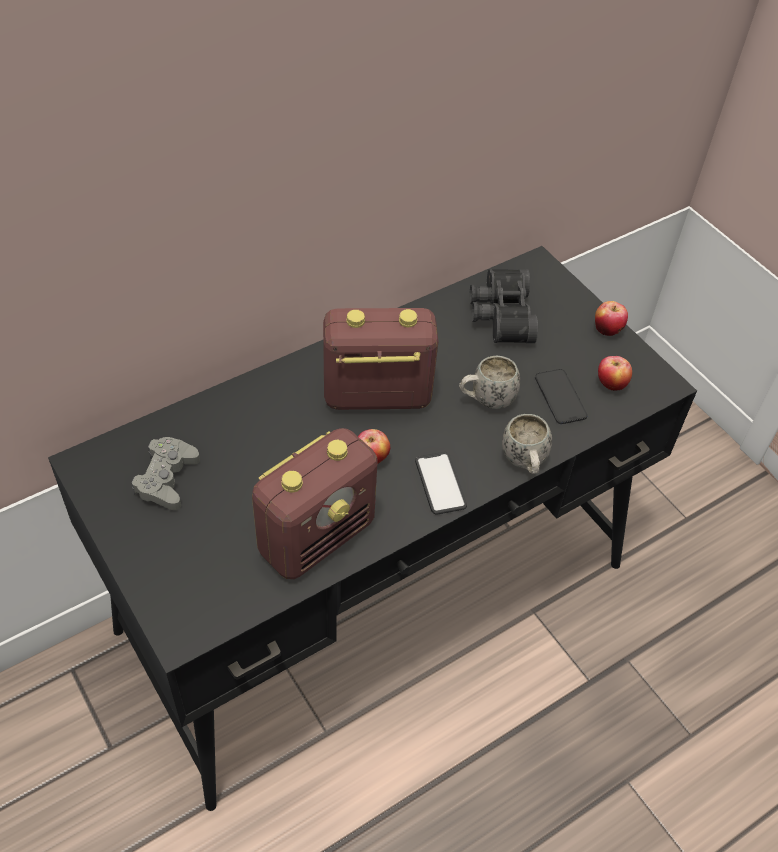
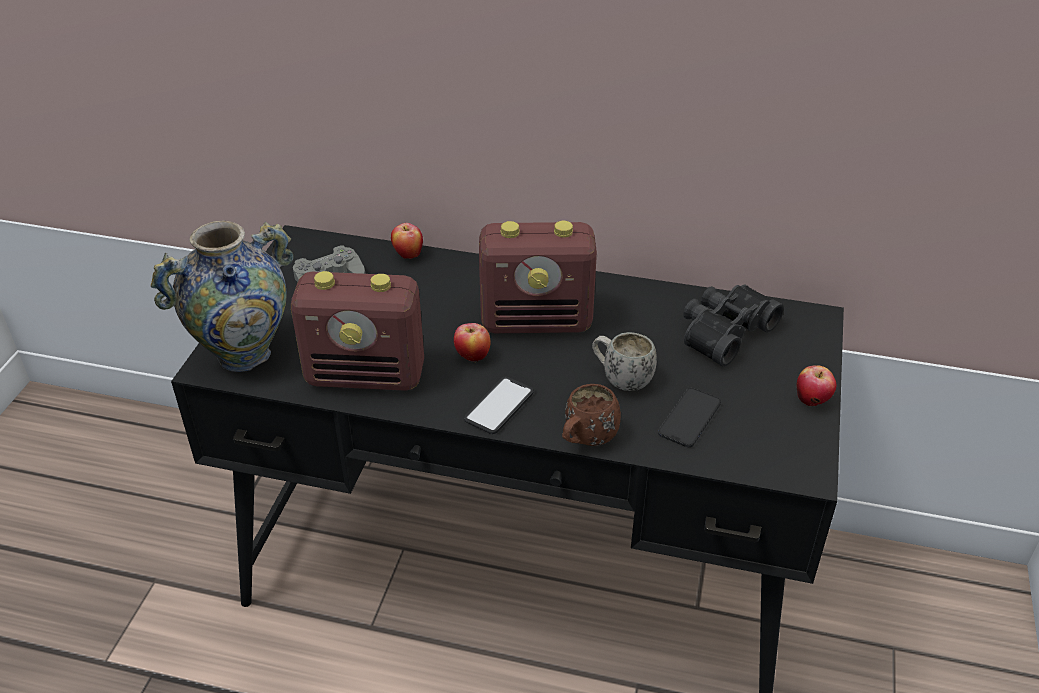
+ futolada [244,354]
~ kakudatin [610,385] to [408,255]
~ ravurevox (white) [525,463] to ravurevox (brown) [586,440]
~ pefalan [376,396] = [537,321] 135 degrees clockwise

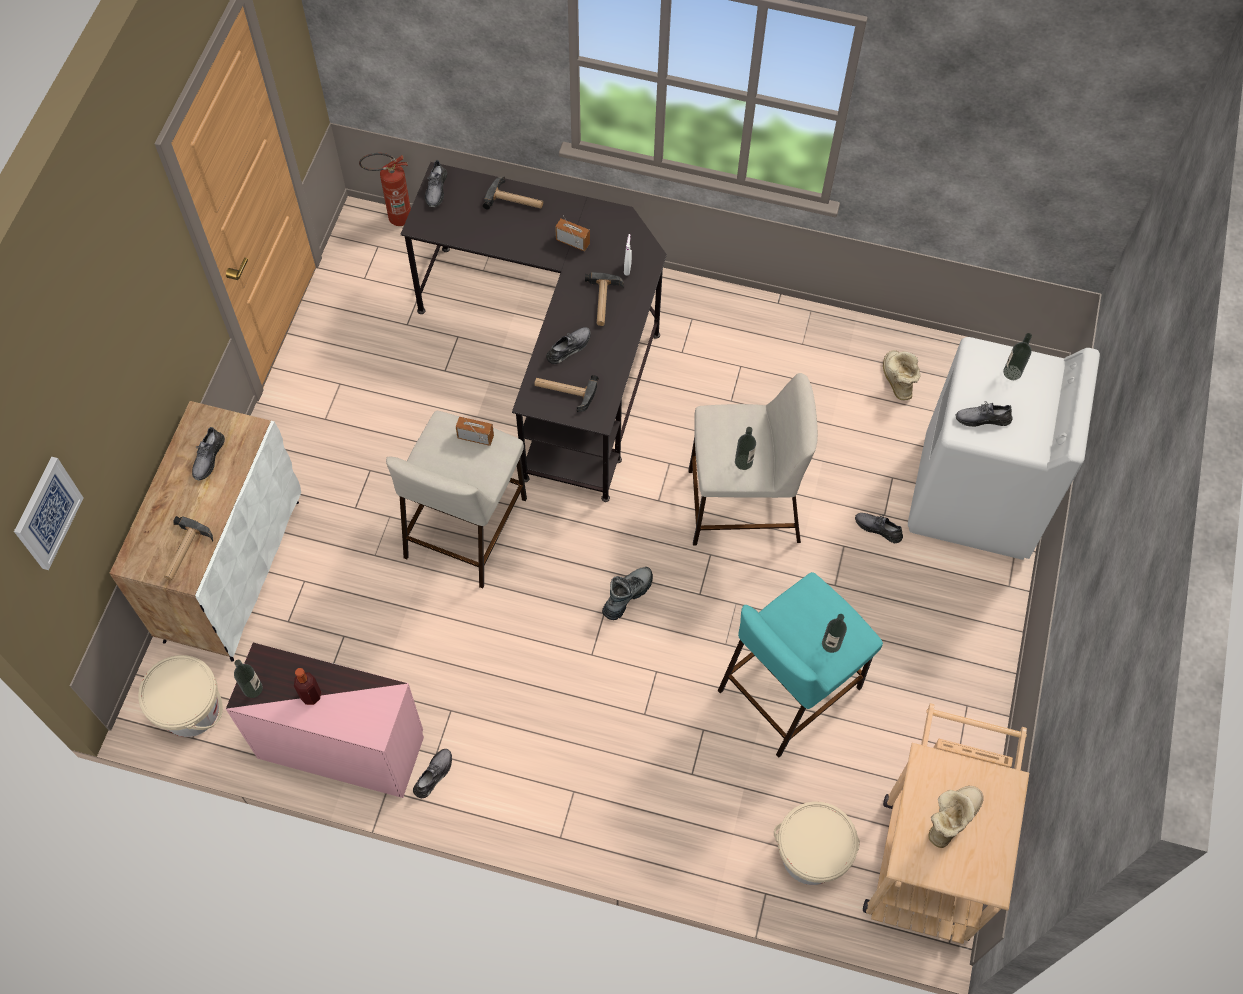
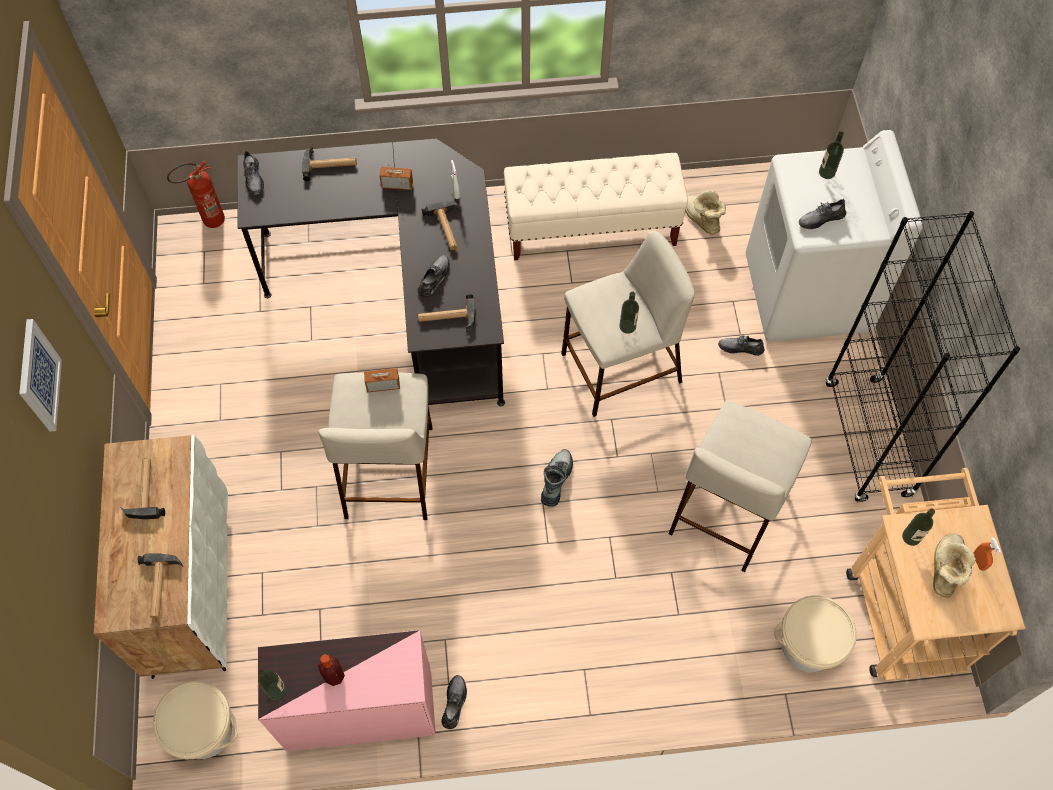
+ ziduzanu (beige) [592,229]
+ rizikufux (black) [867,440]
+ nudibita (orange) [978,561]
~ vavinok [47,513] to [38,376]
~ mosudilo [831,644] to [911,537]
~ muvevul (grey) [208,458] to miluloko [145,490]
~ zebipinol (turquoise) [790,687] to zebipinol (beige) [728,508]

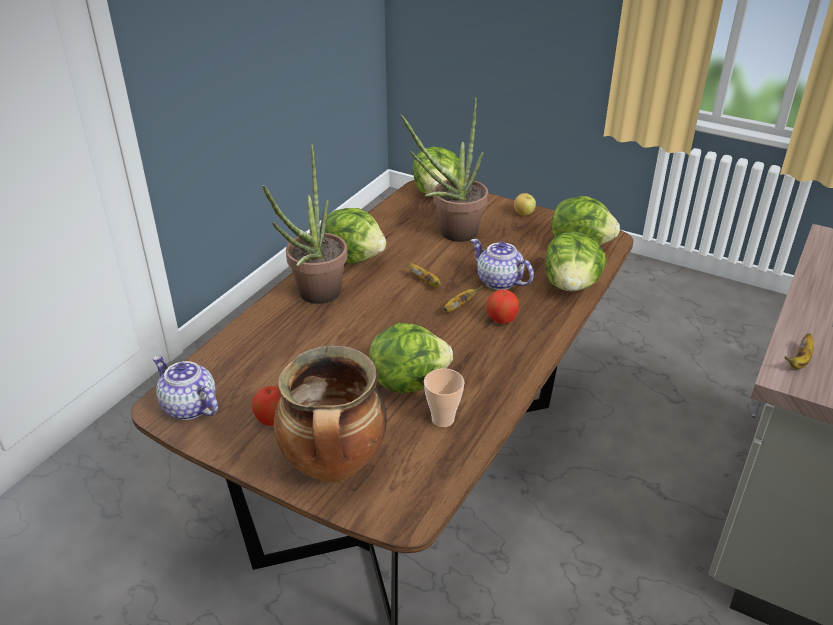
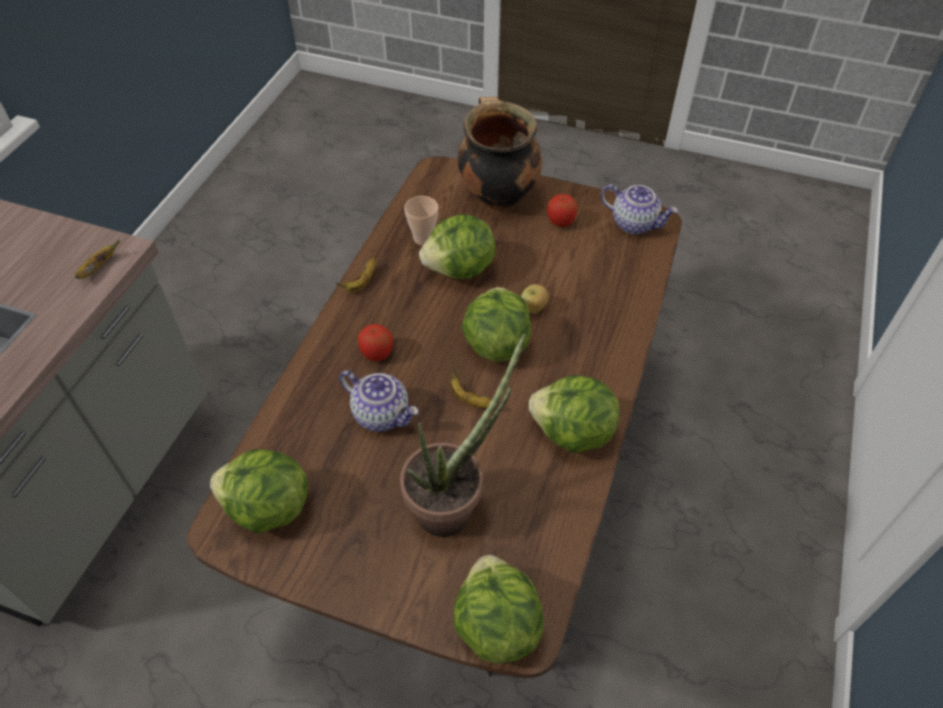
- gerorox [314,297]
~ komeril [459,307] to [361,283]
~ kakudatin [523,214] to [533,308]
~ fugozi [571,285] to [496,343]

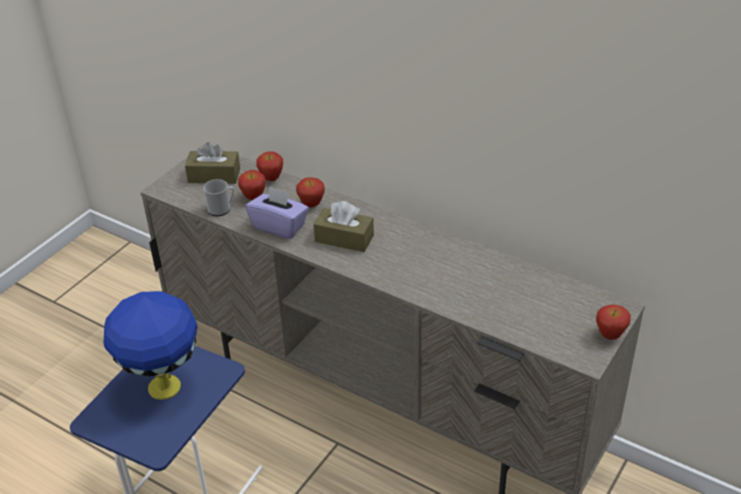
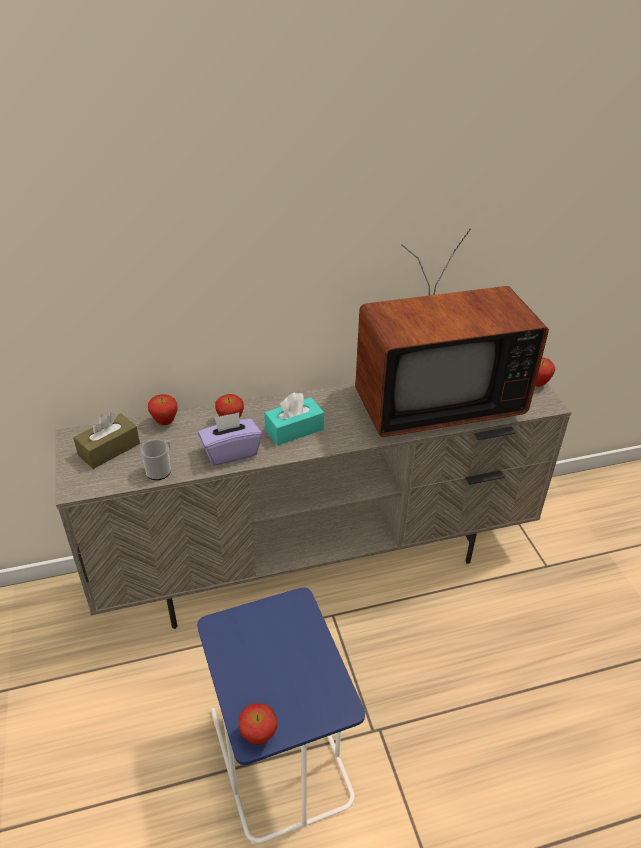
- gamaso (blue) [163,389]
+ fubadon [432,402]
~ kakudatin [253,198] to [258,736]
~ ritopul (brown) [344,238] to ritopul (turquoise) [294,429]

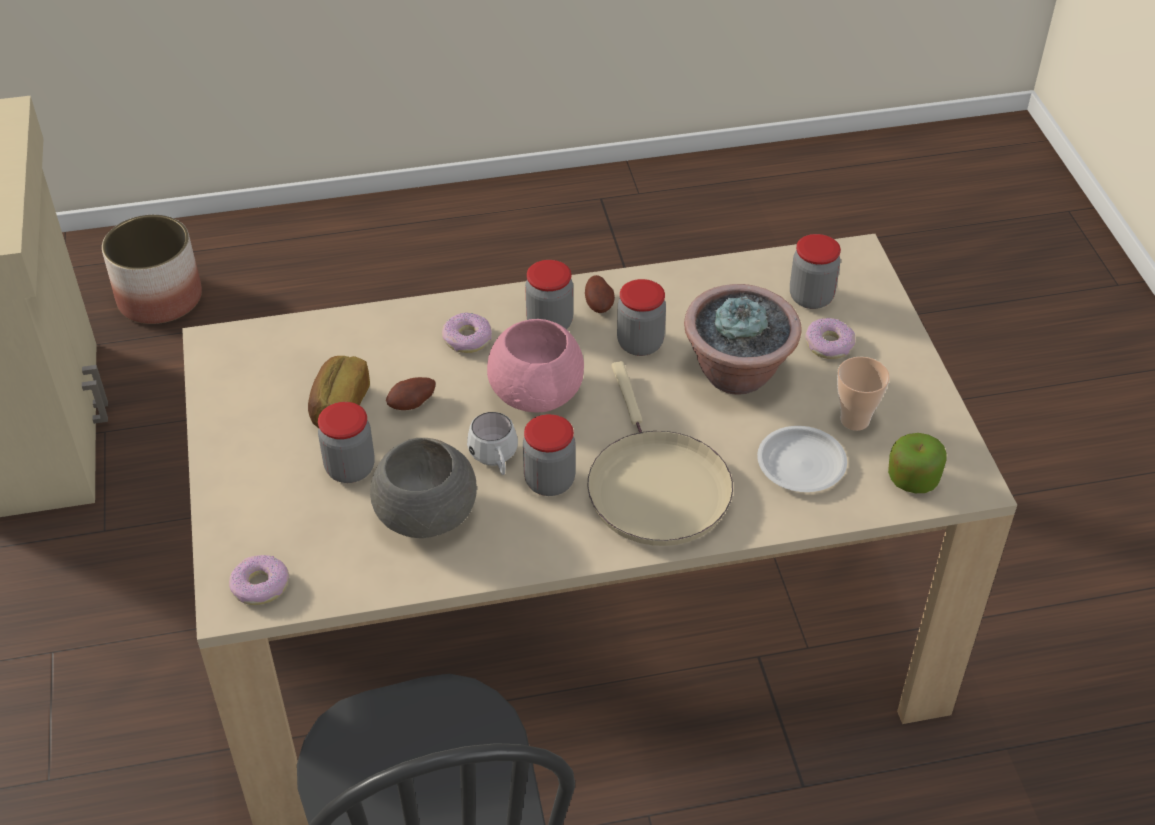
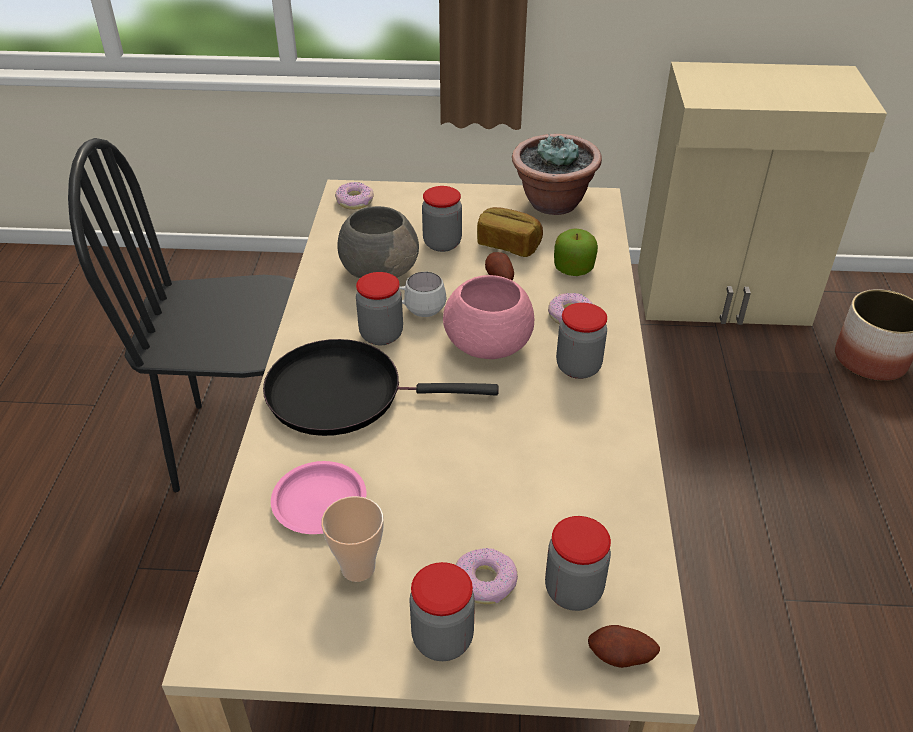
~ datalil [599,305] to [621,658]
~ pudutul [640,344] to [442,639]
~ gerorox [738,374] to [553,203]
~ kakudatin [913,479] to [573,268]
~ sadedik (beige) [655,486] to sadedik (black) [344,393]
~ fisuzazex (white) [801,464] to fisuzazex (pink) [318,502]

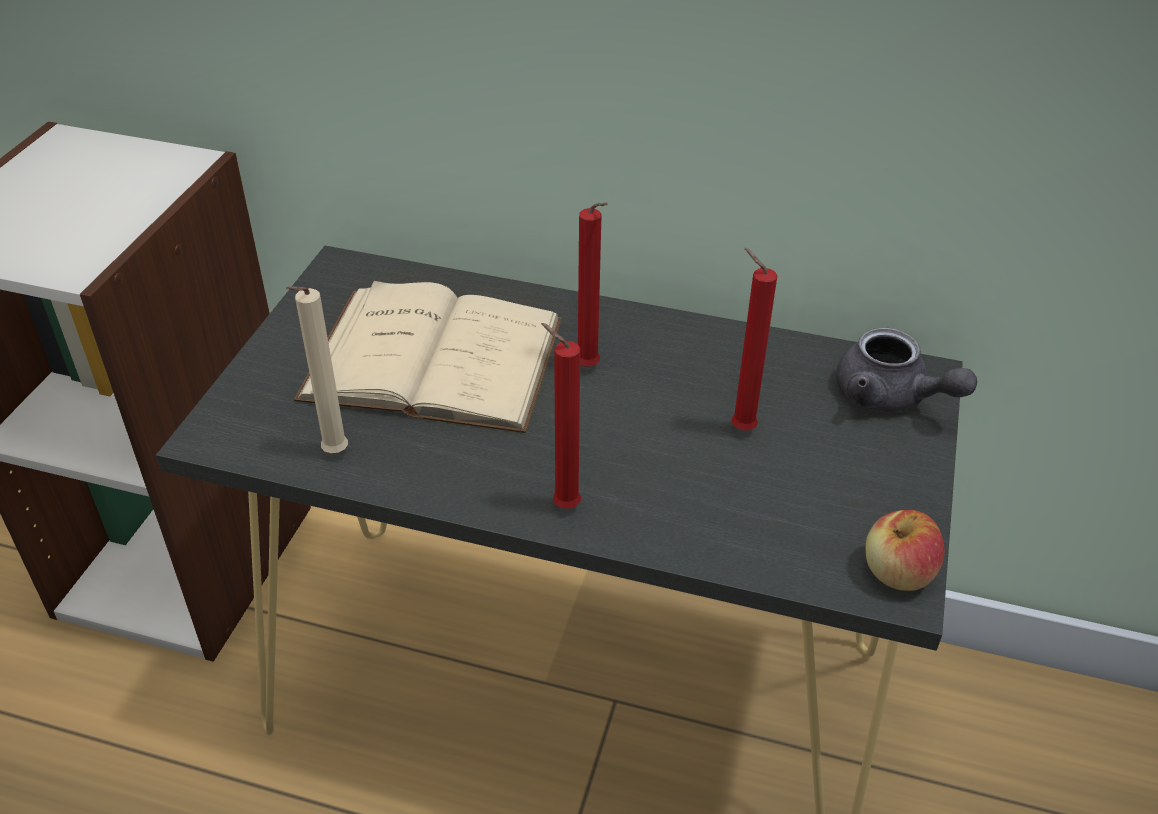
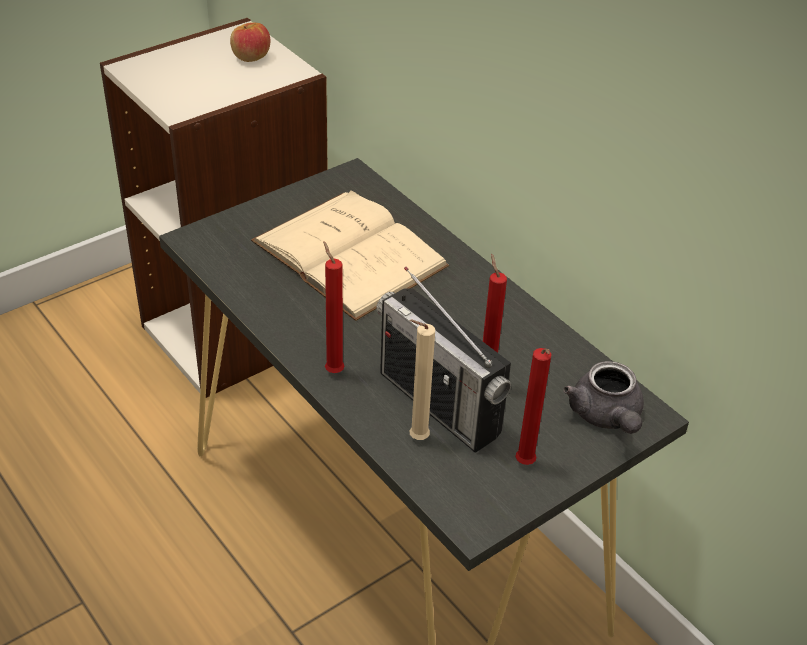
+ pefalan [439,403]
~ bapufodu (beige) [332,455] to [415,439]
~ bapufodu (red) [590,368] to [525,465]
~ kakudatin [898,572] to [250,57]

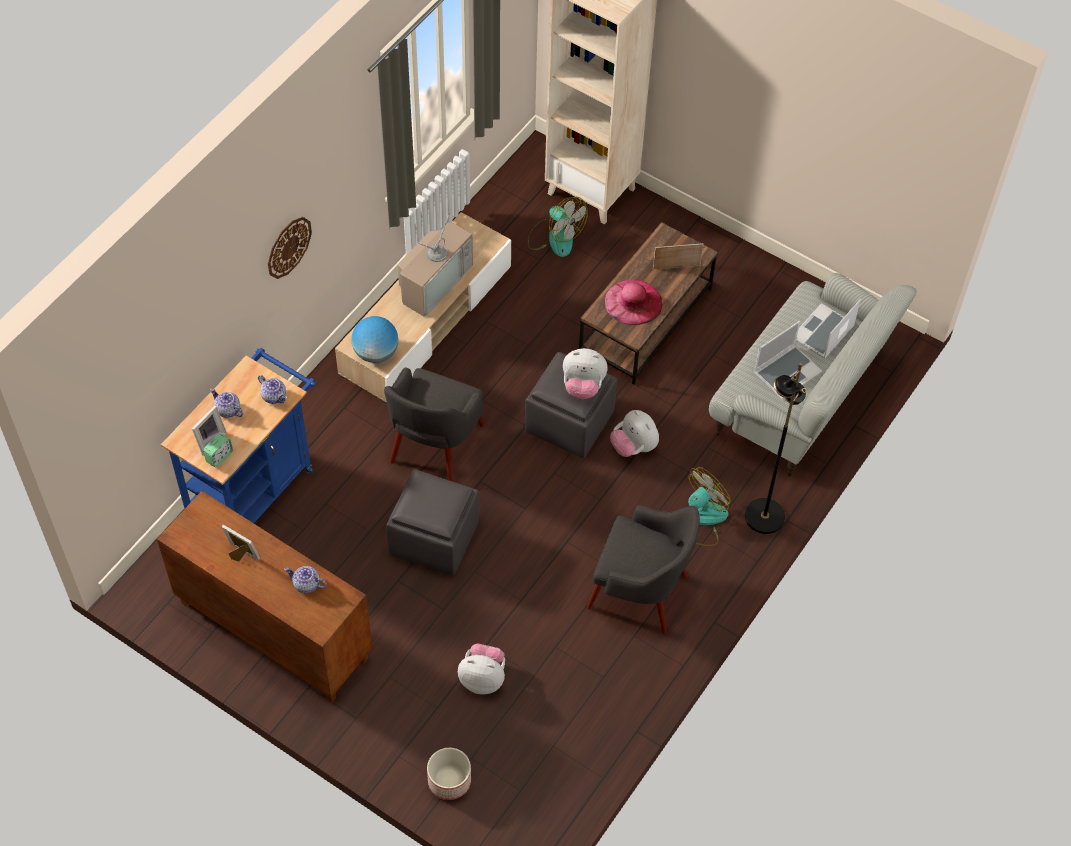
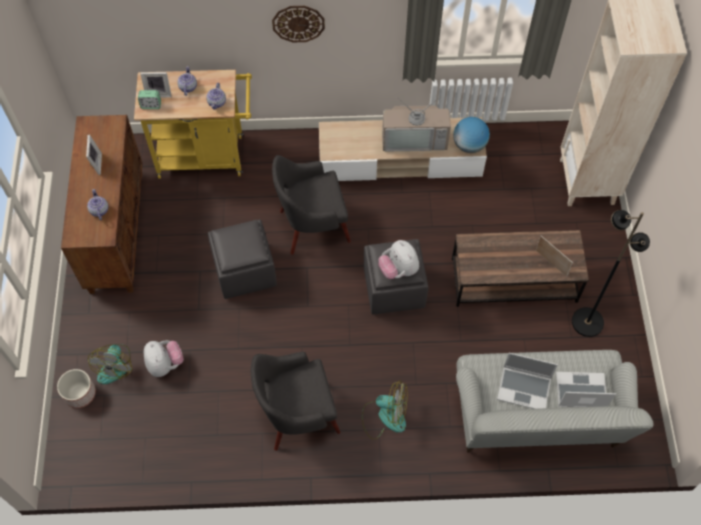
- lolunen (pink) [633,302]
- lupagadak [634,446]
~ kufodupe [376,353] to [469,145]
~ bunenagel [555,237] to [114,364]
~ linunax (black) [763,516] to [587,321]
~ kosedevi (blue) [255,487] to kosedevi (yellow) [207,156]
~ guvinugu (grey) [640,592] = [298,415] 90 degrees clockwise

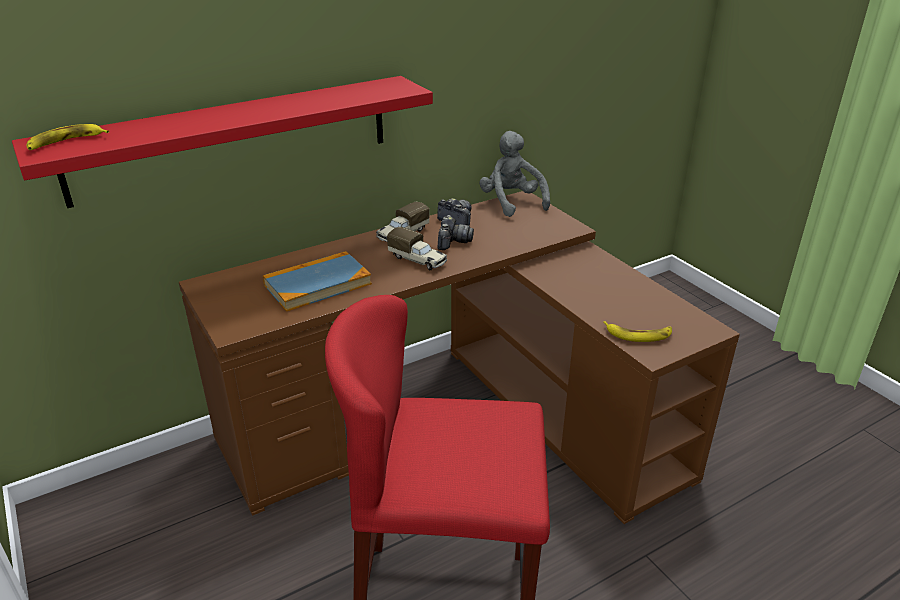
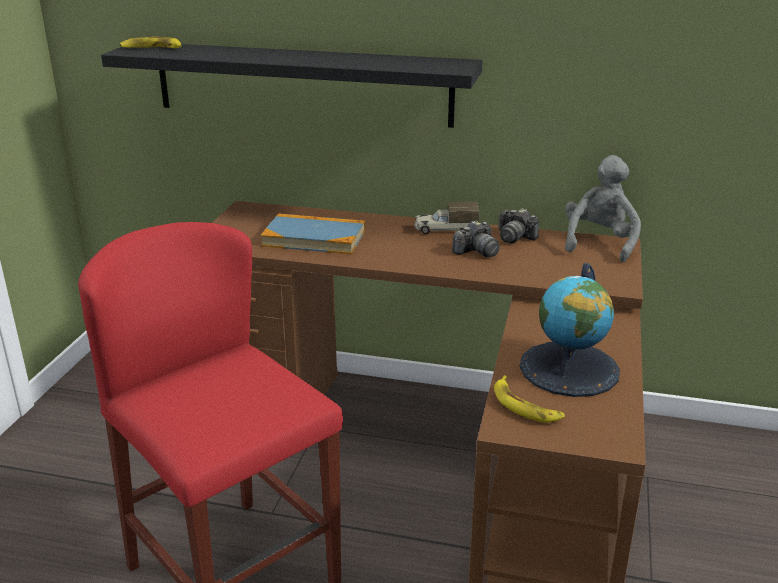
- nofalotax [418,260]
+ kufodupe [569,369]
~ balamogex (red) [234,138] to balamogex (black) [302,84]
~ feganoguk [456,220] = [514,237] 135 degrees clockwise

